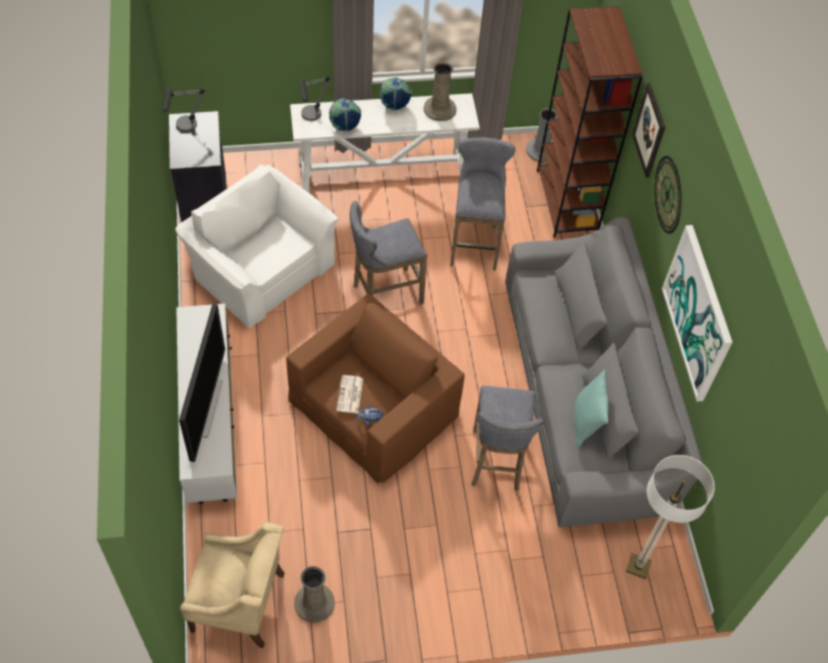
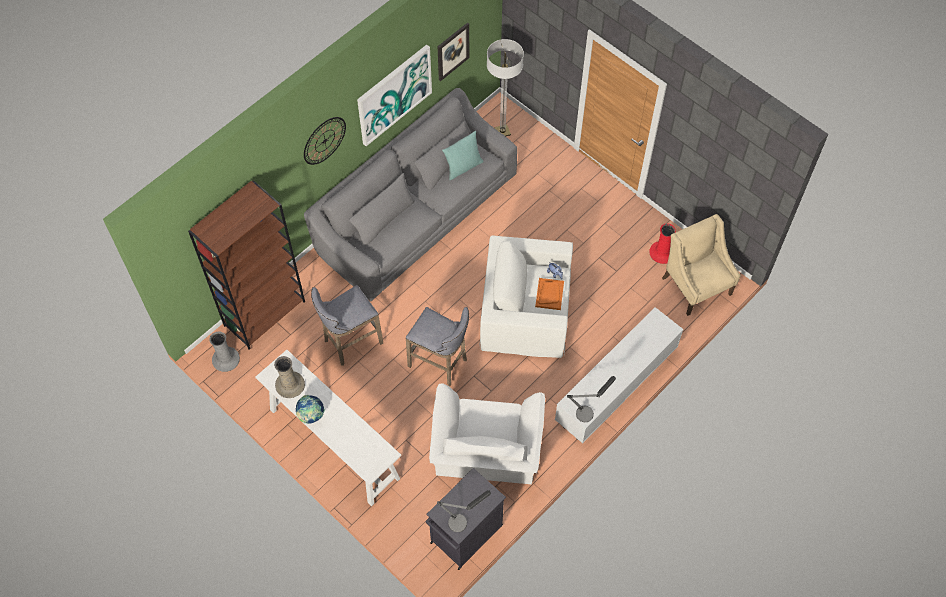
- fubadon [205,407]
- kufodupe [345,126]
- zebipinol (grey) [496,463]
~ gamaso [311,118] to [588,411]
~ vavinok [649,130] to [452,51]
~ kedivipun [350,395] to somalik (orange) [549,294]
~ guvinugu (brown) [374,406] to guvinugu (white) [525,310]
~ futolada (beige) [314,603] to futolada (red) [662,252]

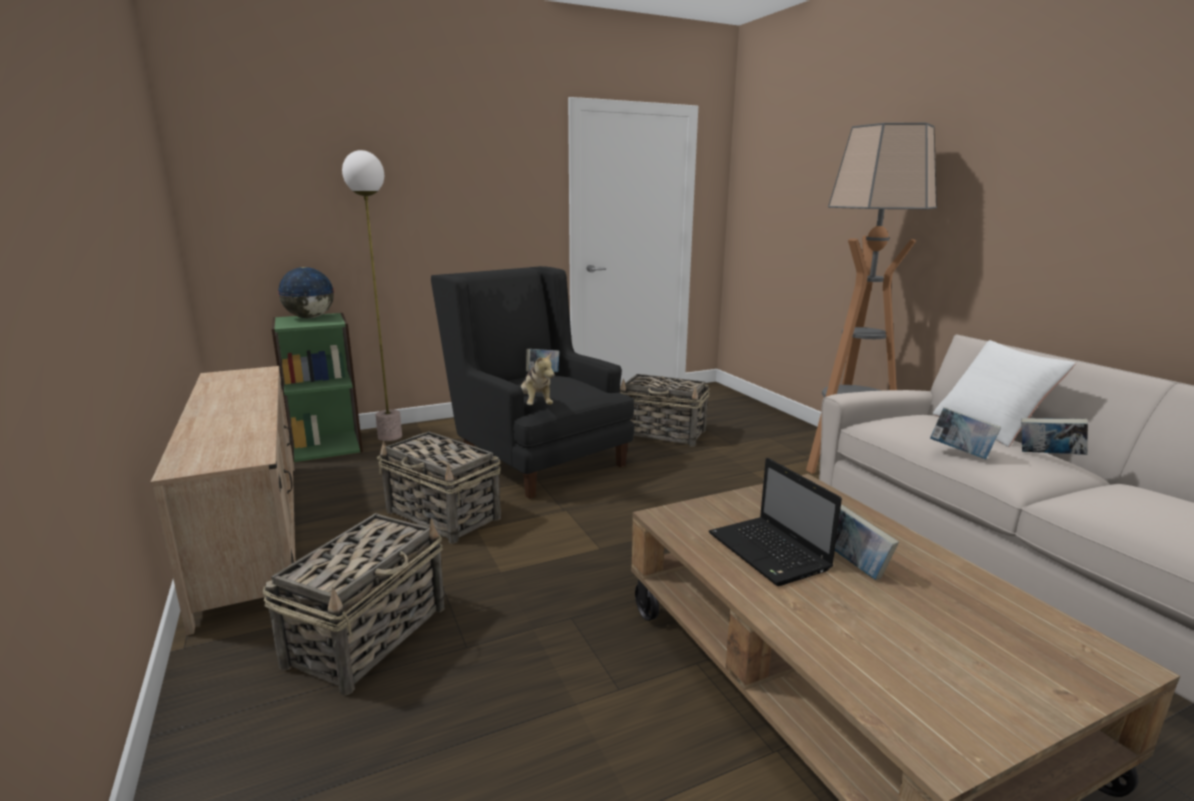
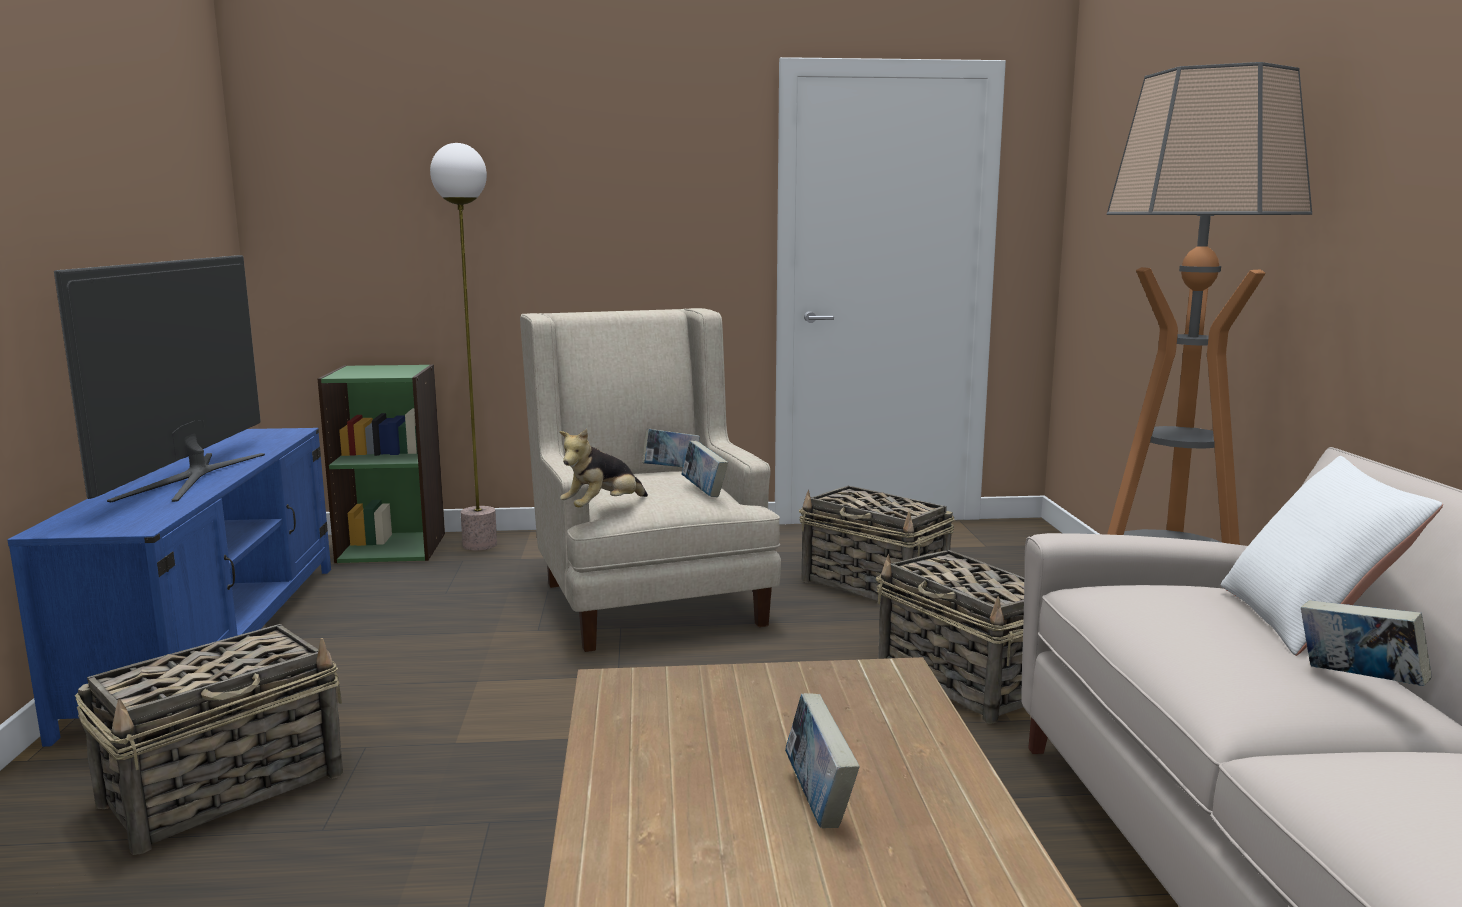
- kufodupe [309,318]
- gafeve [770,553]
+ fubadon [193,476]
~ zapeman [443,516] to [966,681]
~ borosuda [960,453] to [704,491]
~ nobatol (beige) [253,531] to nobatol (blue) [216,639]
~ guvinugu (black) [535,457] to guvinugu (beige) [646,596]
~ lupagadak [535,404] = [603,508] 45 degrees clockwise

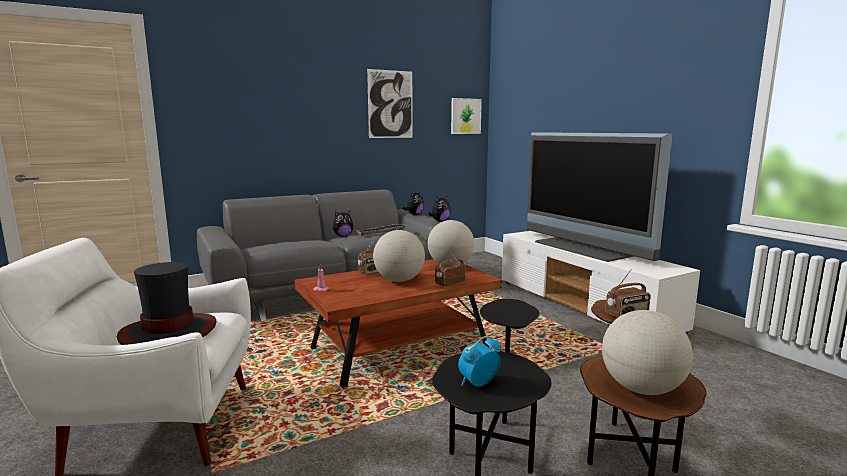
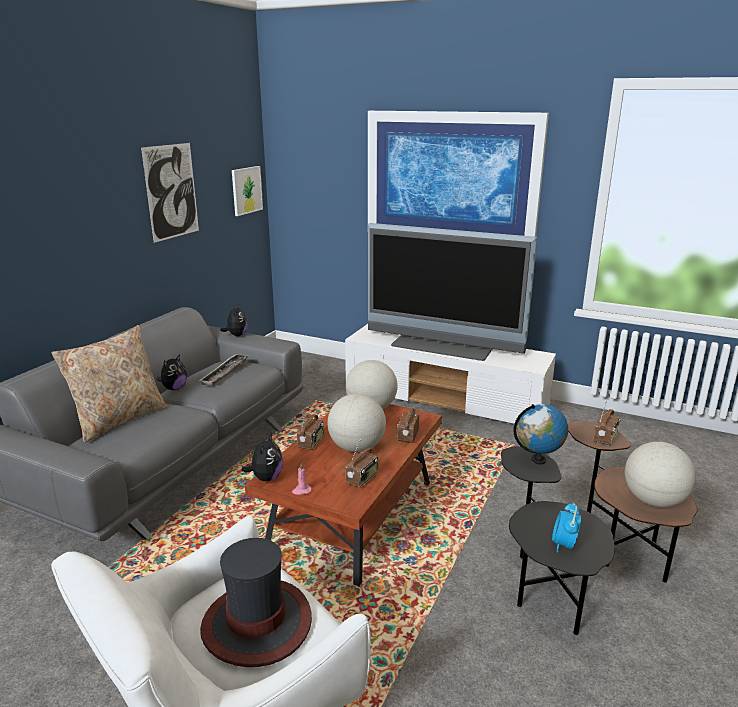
+ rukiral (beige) [119,419]
+ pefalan [362,479]
+ vavinok [451,177]
+ kufodupe [538,460]
~ lupagadak [440,221] to [266,478]

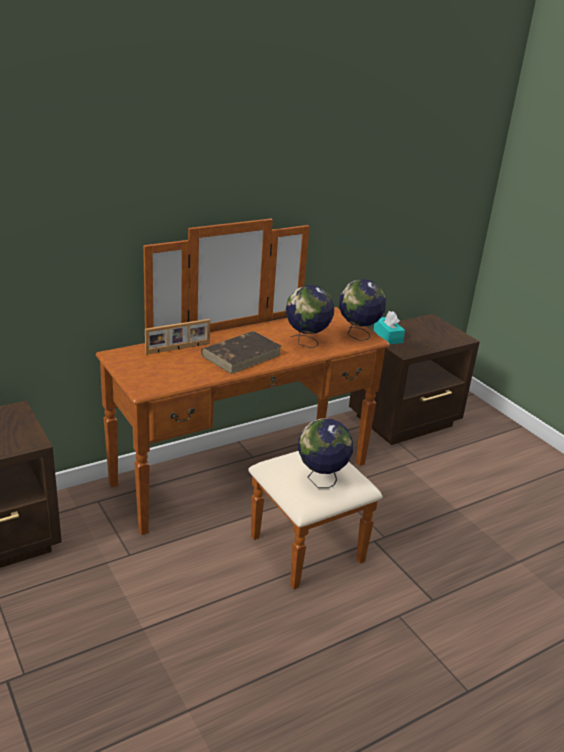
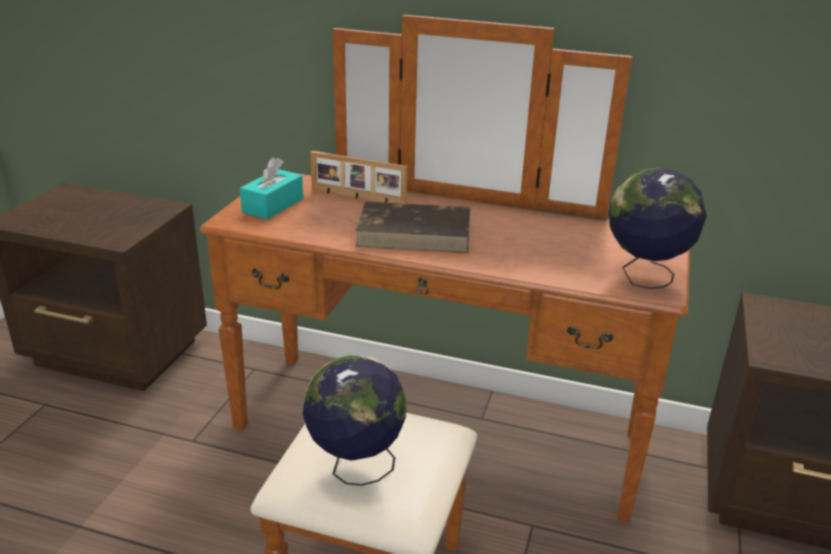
- kufodupe [306,343]
~ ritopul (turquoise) [388,336] to [273,205]

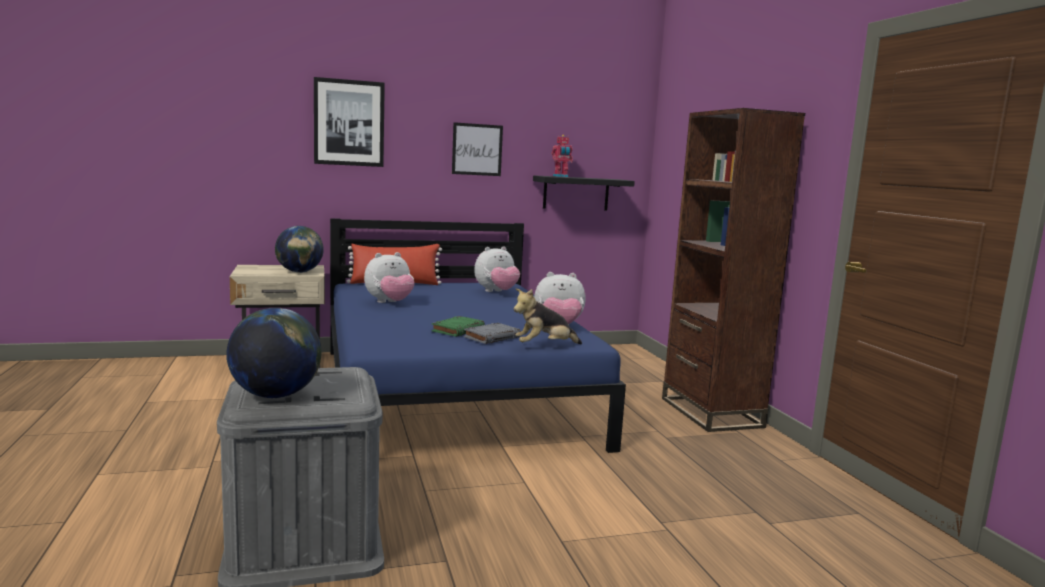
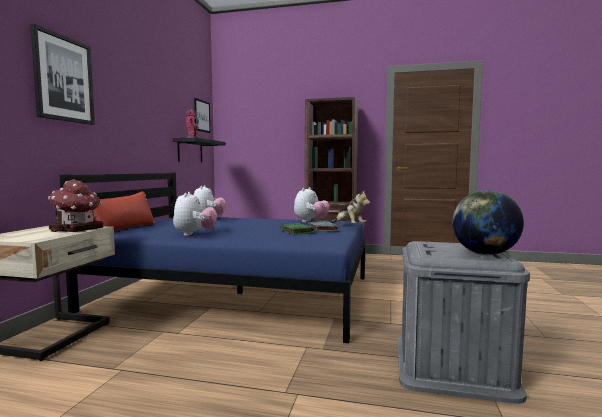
~ vavinok [477,149] to [202,116]
~ kufodupe [299,272] to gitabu [77,229]
~ lupagadak [544,346] = [349,226] 45 degrees counterclockwise

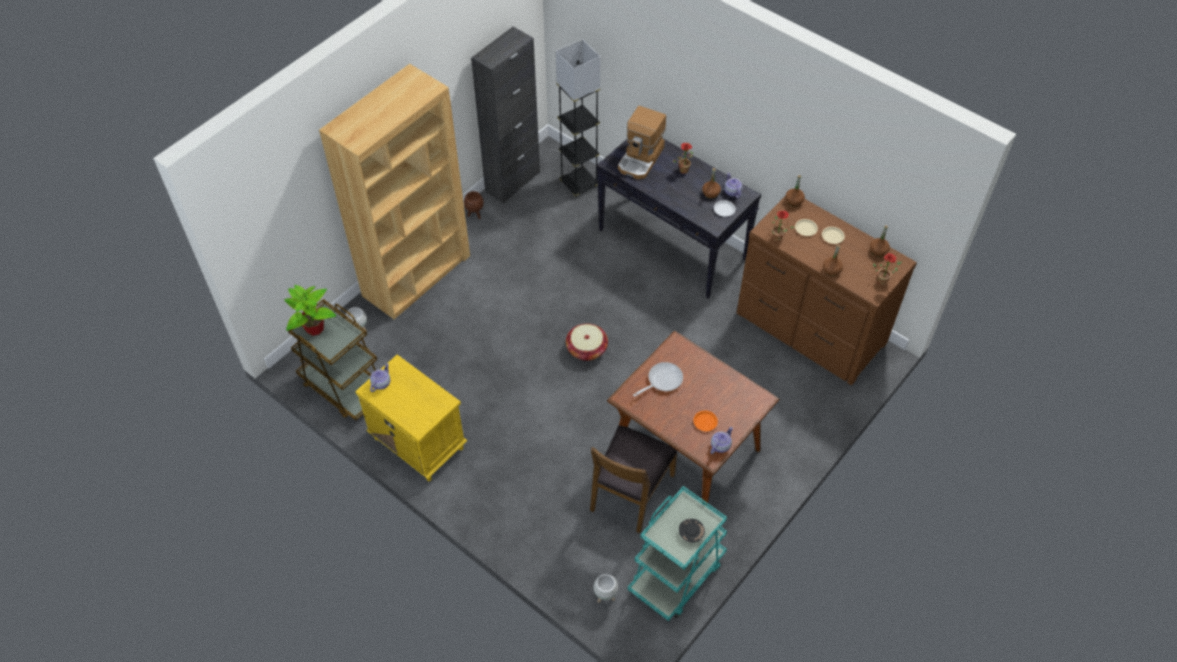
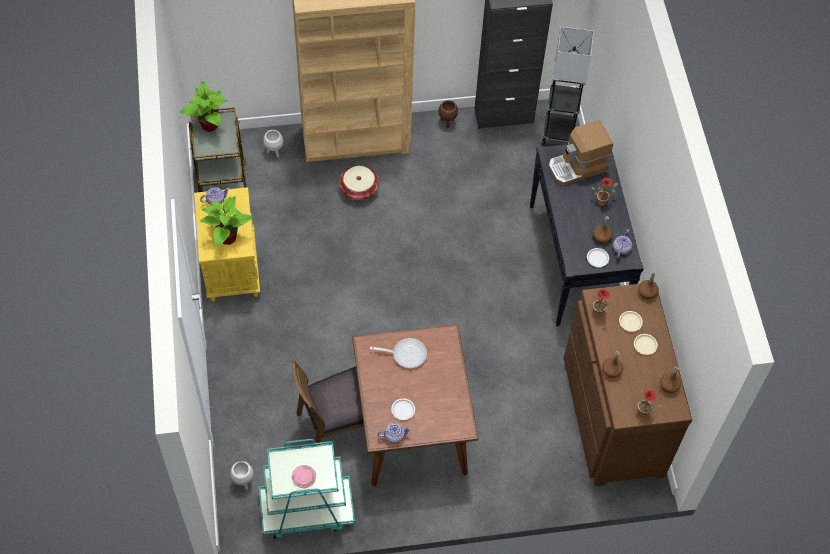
+ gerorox [227,237]
~ zapeman [586,349] to [359,189]
~ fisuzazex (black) [691,532] to fisuzazex (pink) [304,478]
~ fisuzazex (orange) [705,422] to fisuzazex (white) [403,410]

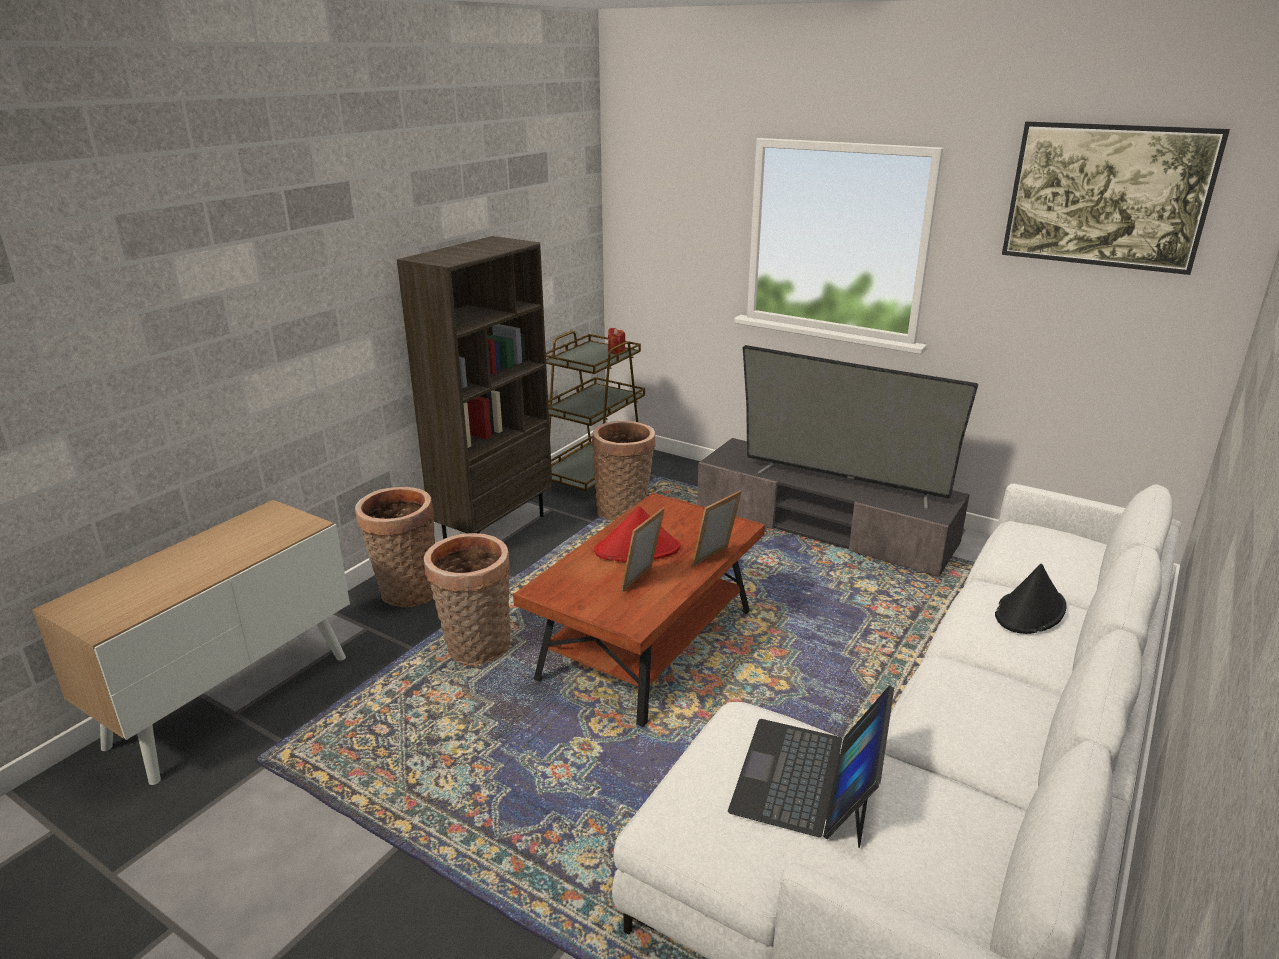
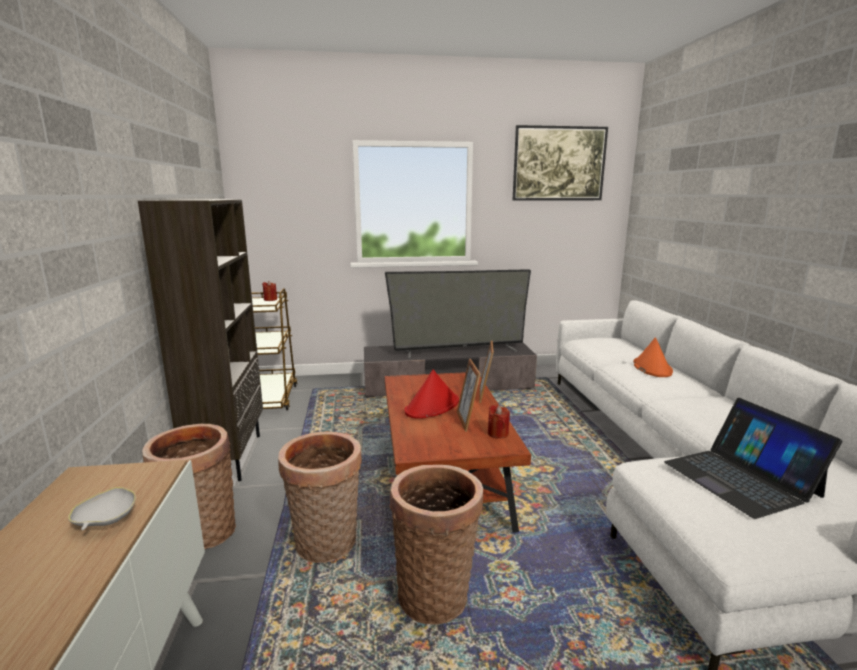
+ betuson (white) [106,520]
+ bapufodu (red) [498,433]
~ zapeman [624,510] to [435,593]
~ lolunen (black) [1030,611] to lolunen (orange) [651,368]

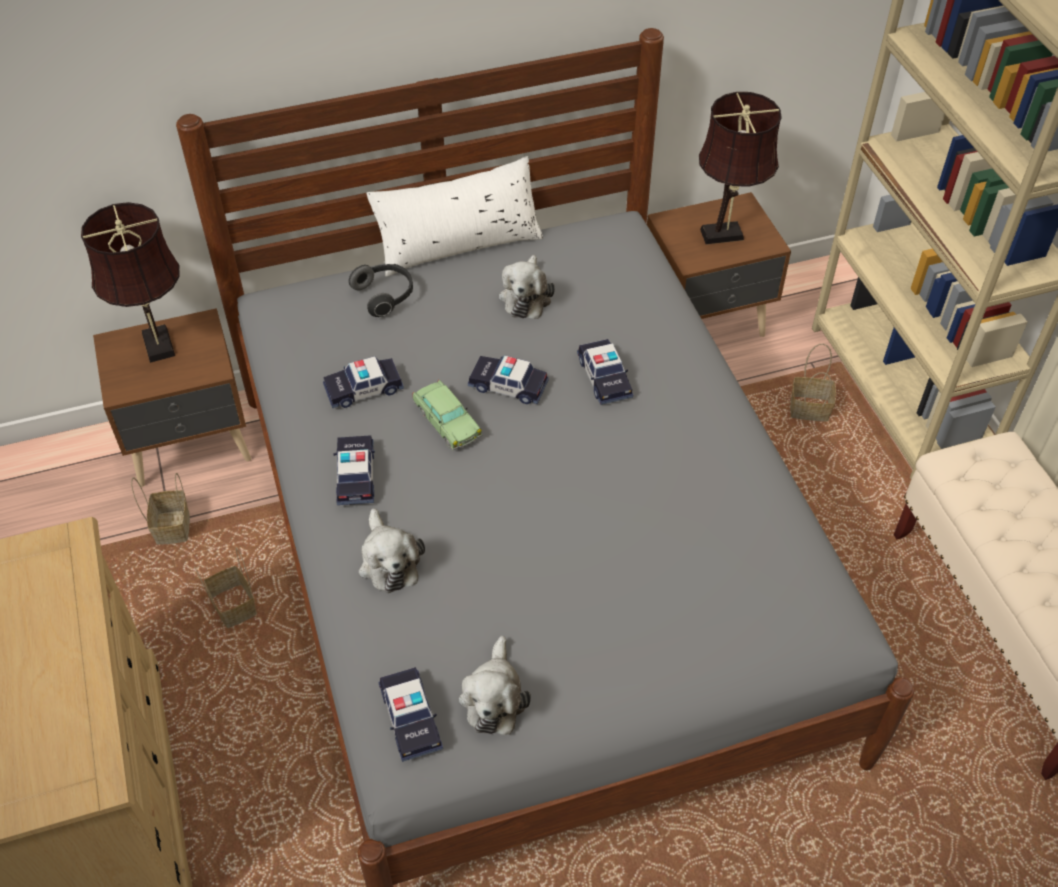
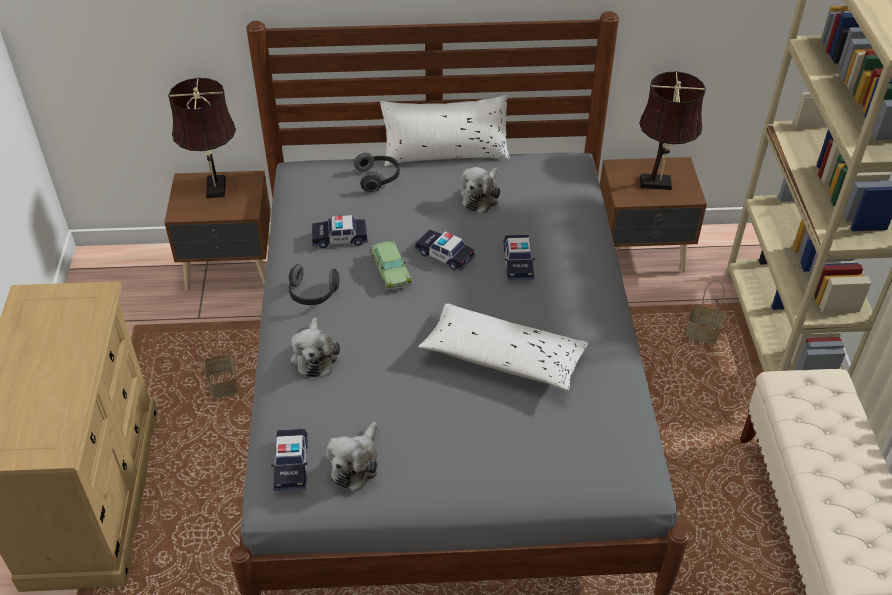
- zapeman [172,526]
+ rukiral (white) [503,357]
~ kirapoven [356,475] to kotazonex [312,294]

